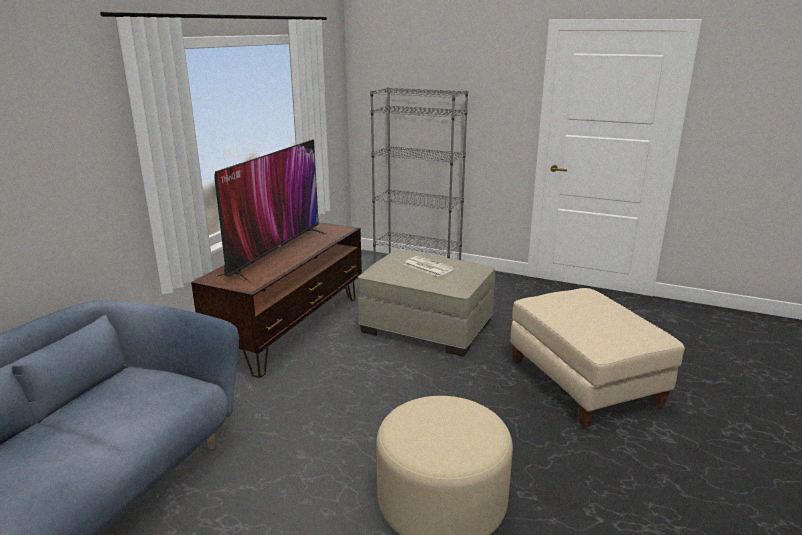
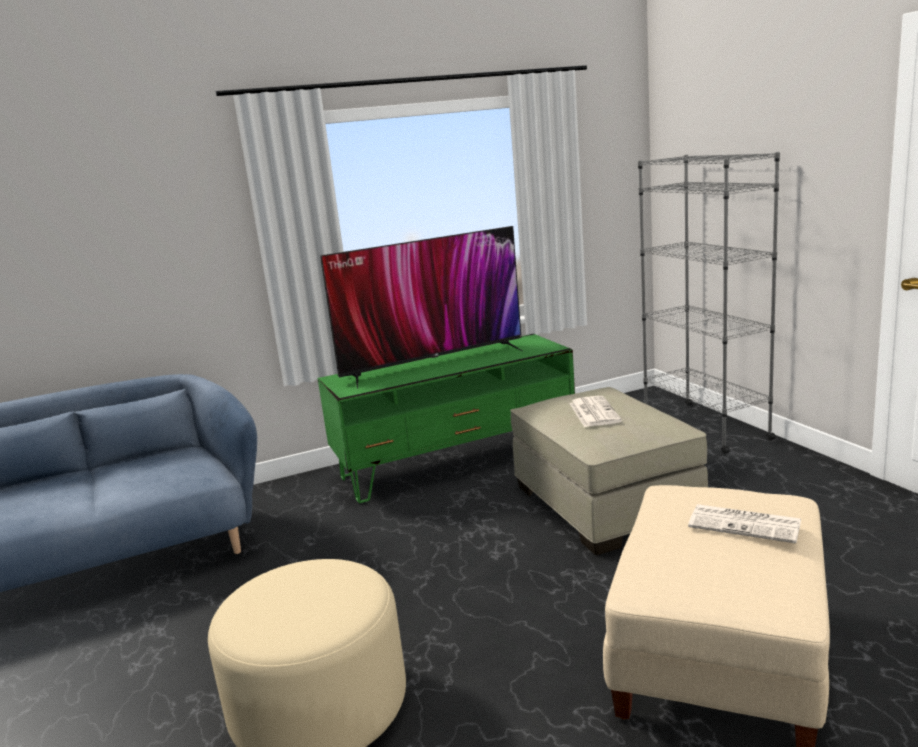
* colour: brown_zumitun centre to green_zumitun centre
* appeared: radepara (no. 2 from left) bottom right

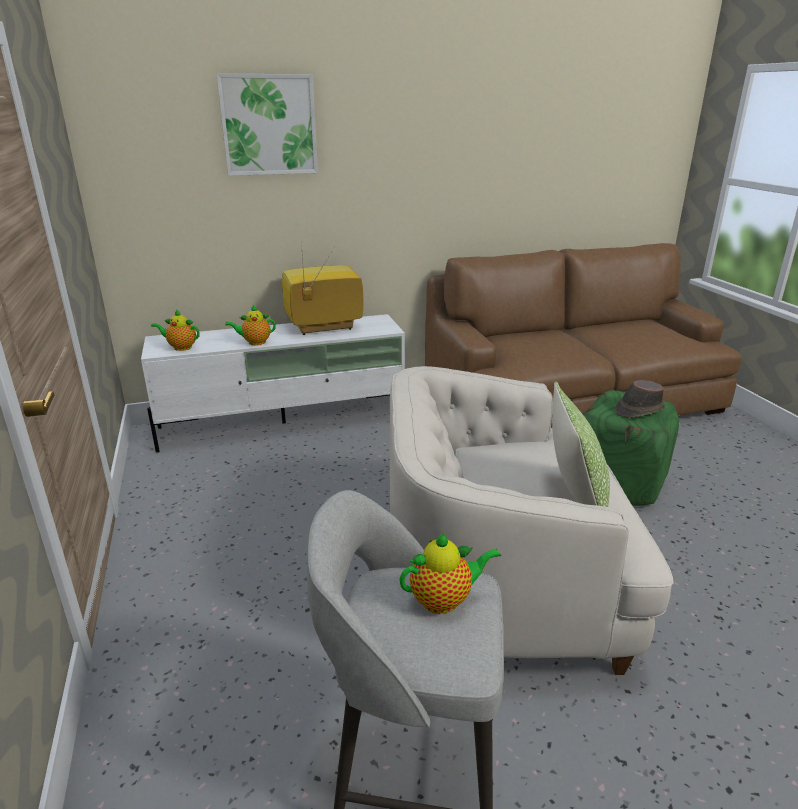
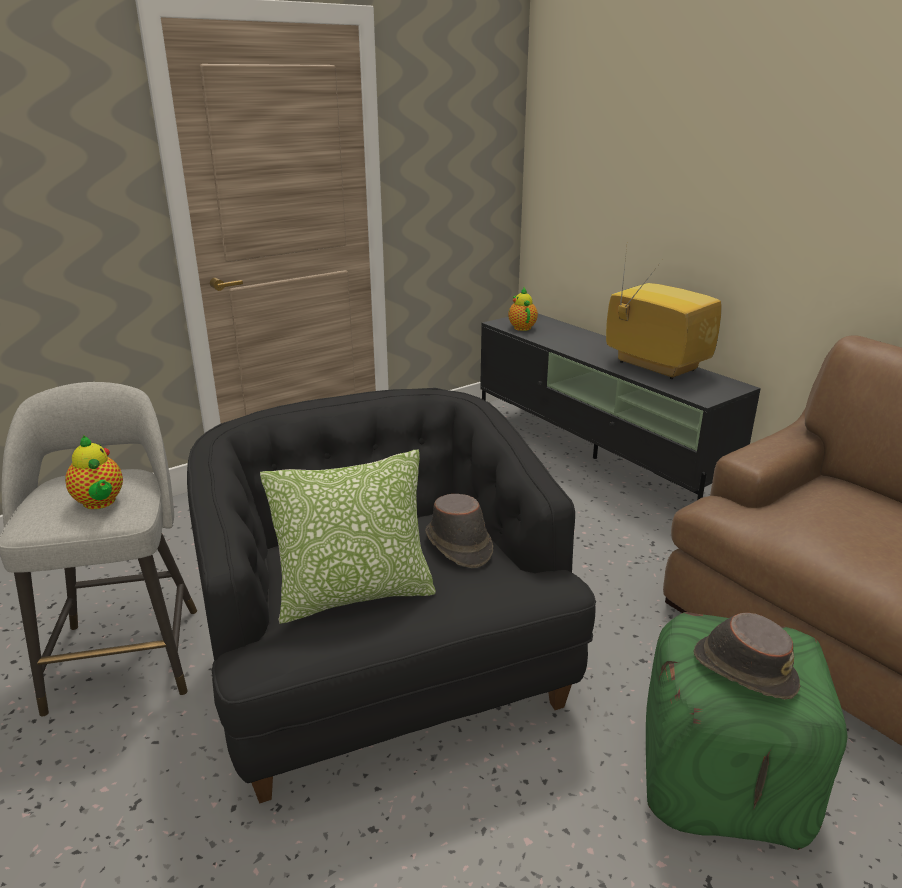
* colour: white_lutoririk middle right to black_lutoririk bottom centre
* appeared: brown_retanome (no. 1 from left) centre
* colour: white_zumitun centre to black_zumitun middle right
* missing: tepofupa top centre
* missing: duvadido (no. 2 from left) middle left

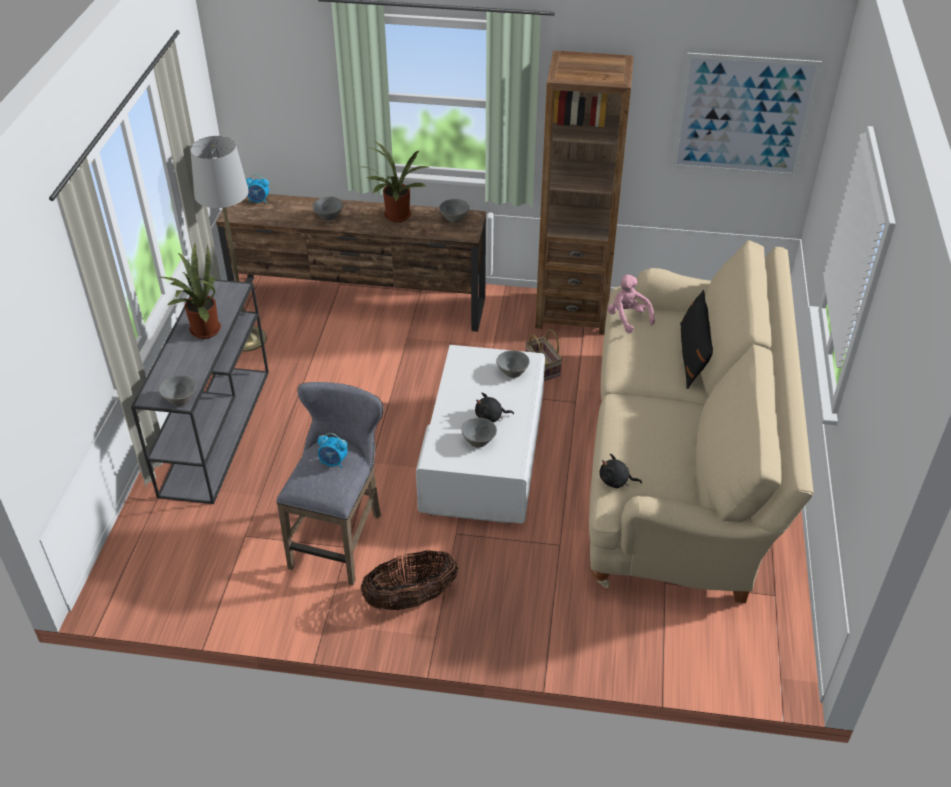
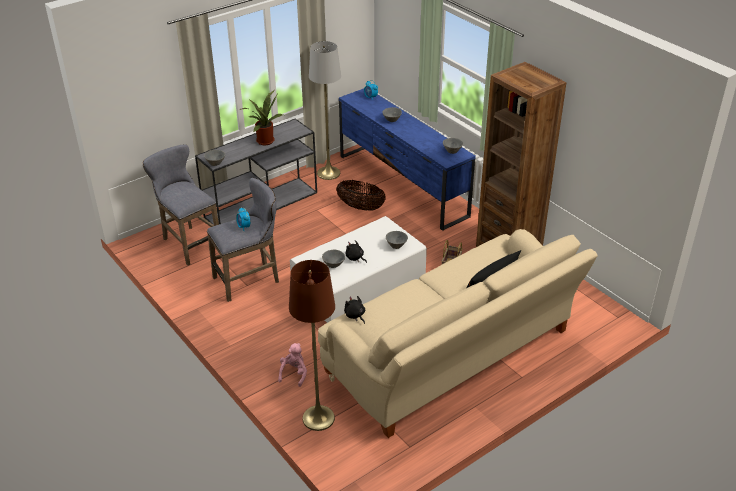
* appeared: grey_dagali (no. 1 from left) middle left
* relocated: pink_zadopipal centre to bottom centre
* appeared: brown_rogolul bottom centre
* relocated: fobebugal (no. 1 from left) bottom centre to centre
* colour: brown_zumitun centre to blue_zumitun top centre
* missing: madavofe (no. 2 from left) top centre
* missing: tepofupa top right

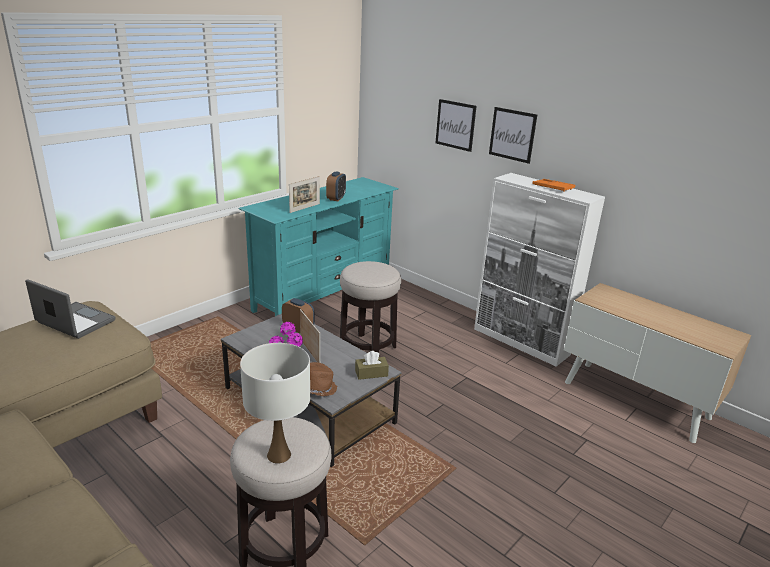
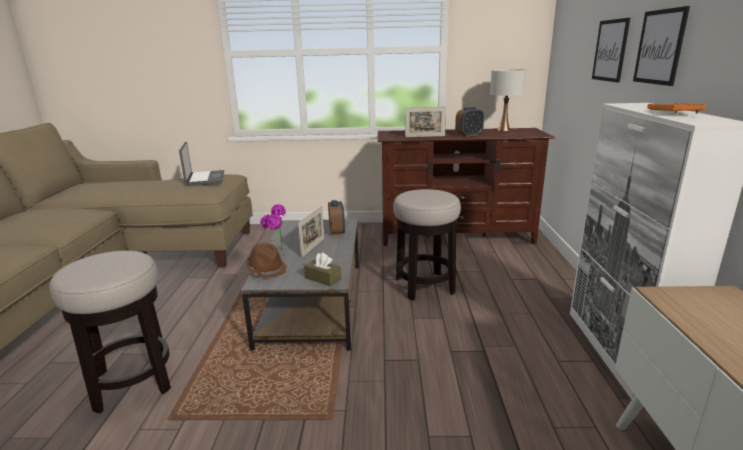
* colour: turquoise_zumitun centre to brown_zumitun centre
* relocated: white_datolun bottom centre to top right

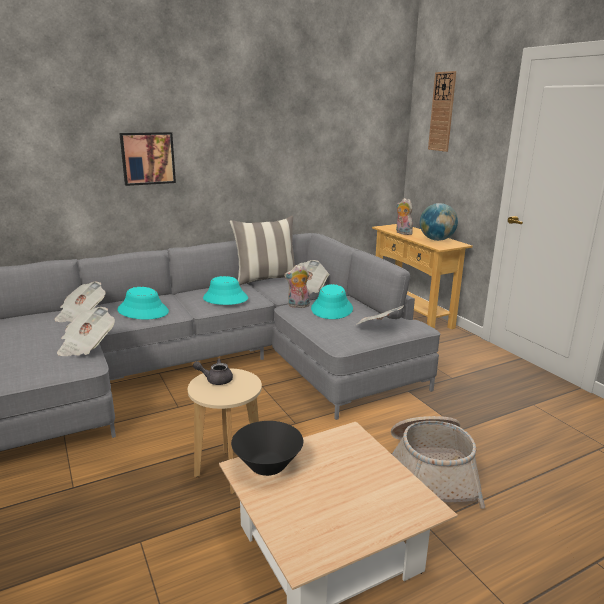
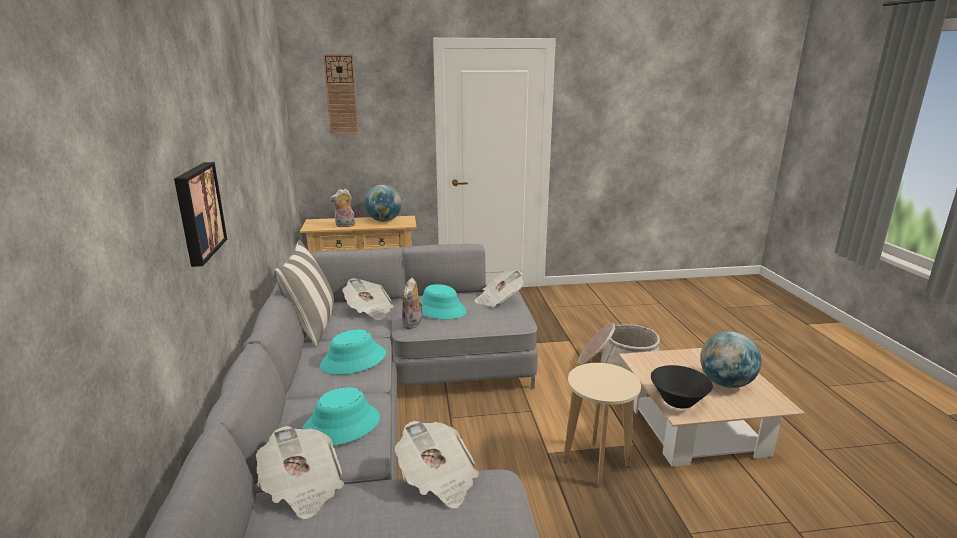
* appeared: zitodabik (no. 2 from left) bottom right
* missing: grey_duvadido centre

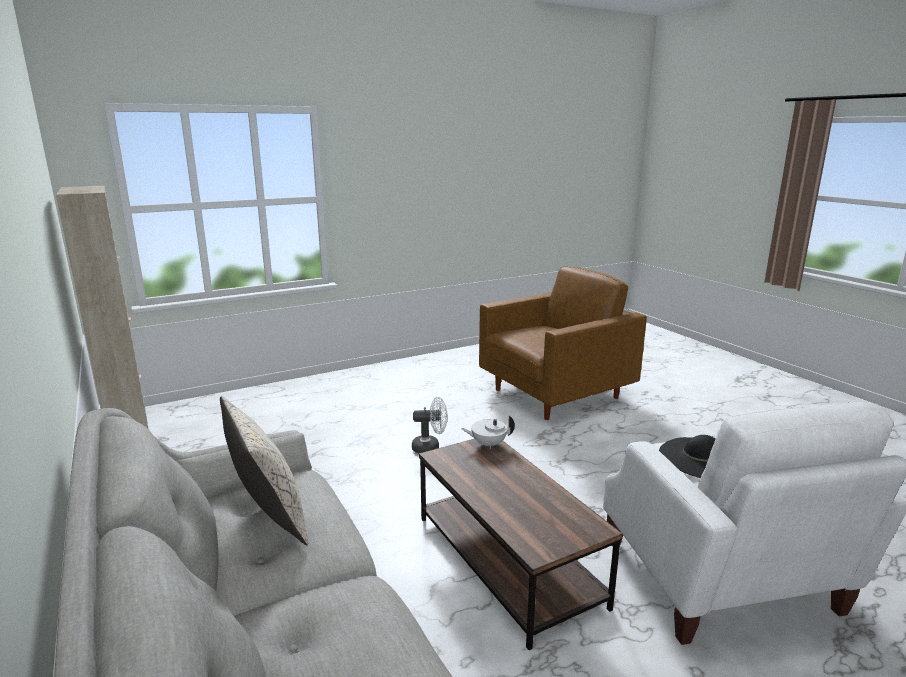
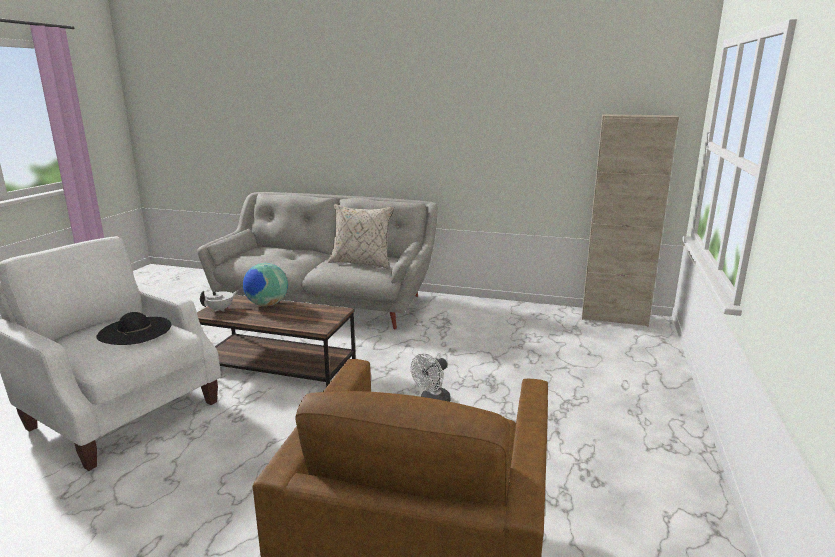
* relocated: white_duvadido centre to middle left
* appeared: zitodabik middle left

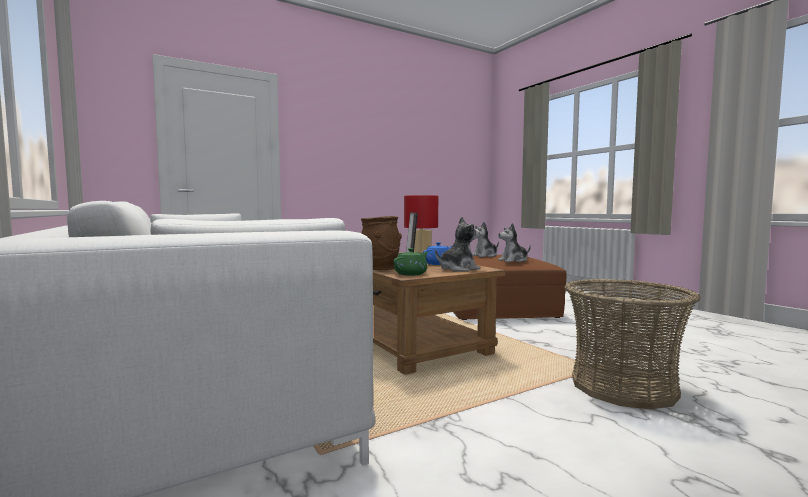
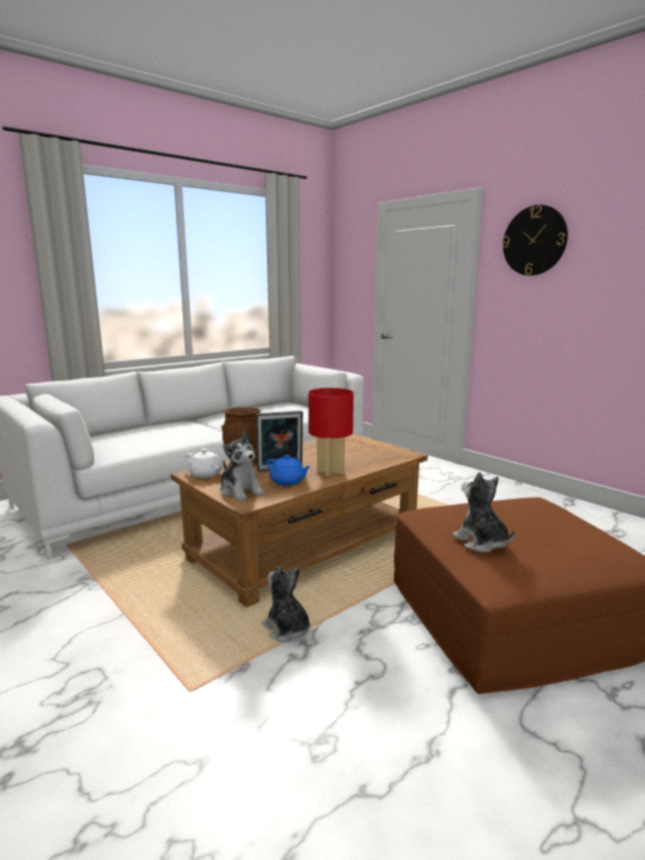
* colour: green_duvadido centre to white_duvadido middle left
* relocated: zadopipal (no. 2 from left) centre to bottom centre
* appeared: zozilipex top right
* missing: fobebugal bottom right

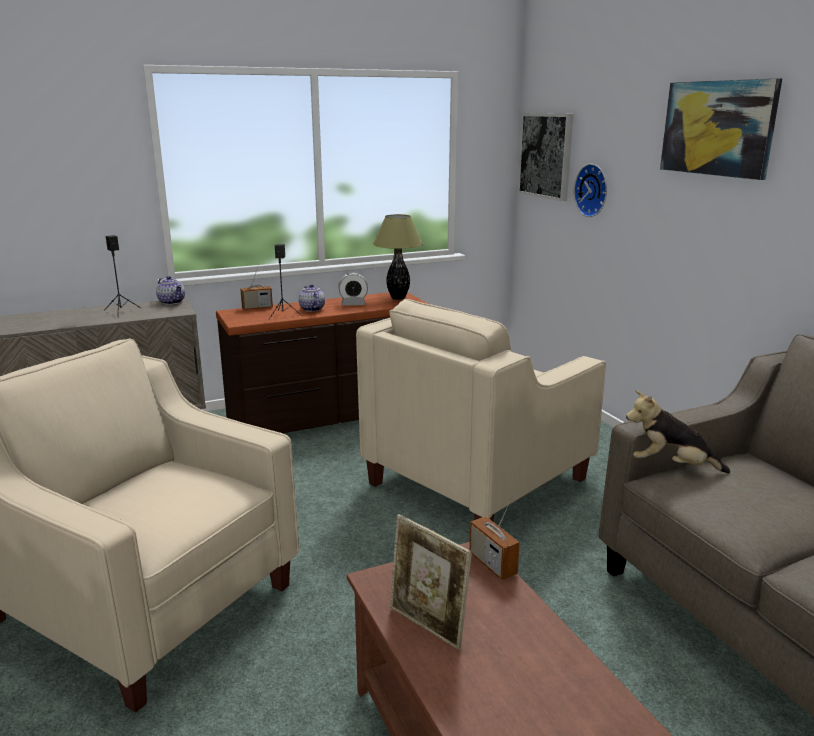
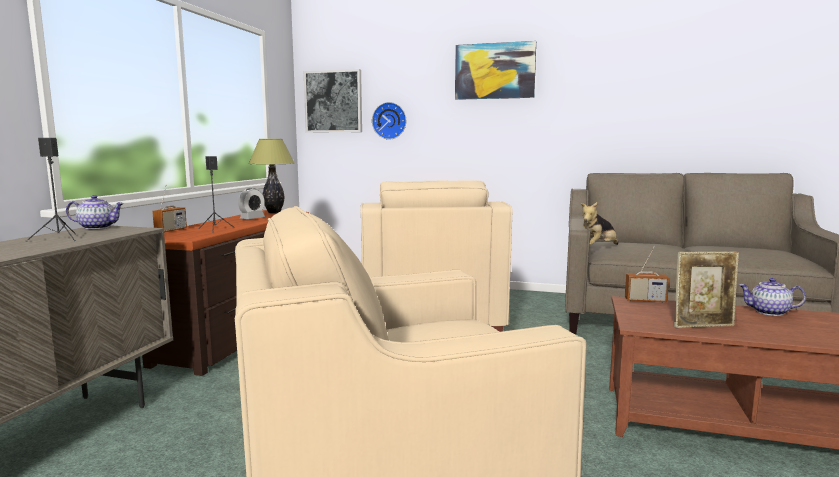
* relocated: duvadido (no. 2 from left) centre to middle right

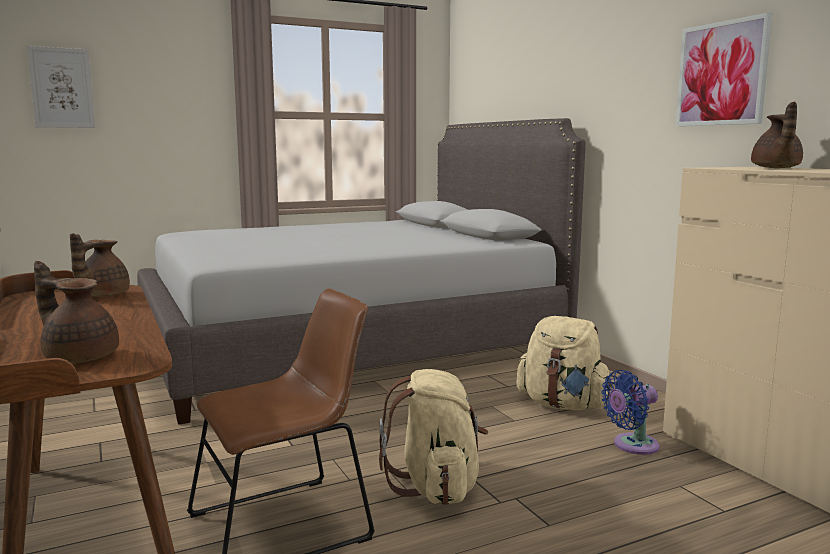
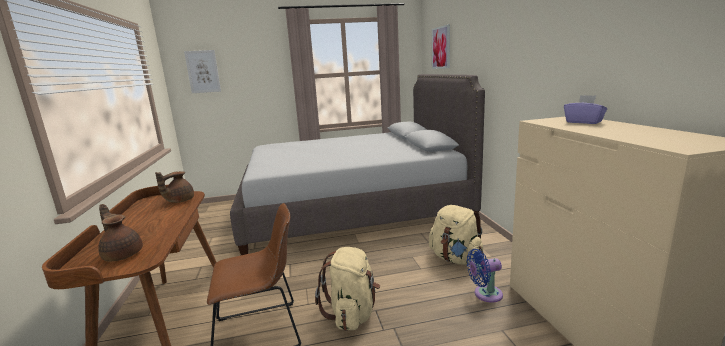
* relocated: tepofupa (no. 2 from left) top right to top centre
* exchanged: brown_duvadido (no. 3 from left) top right to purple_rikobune top right

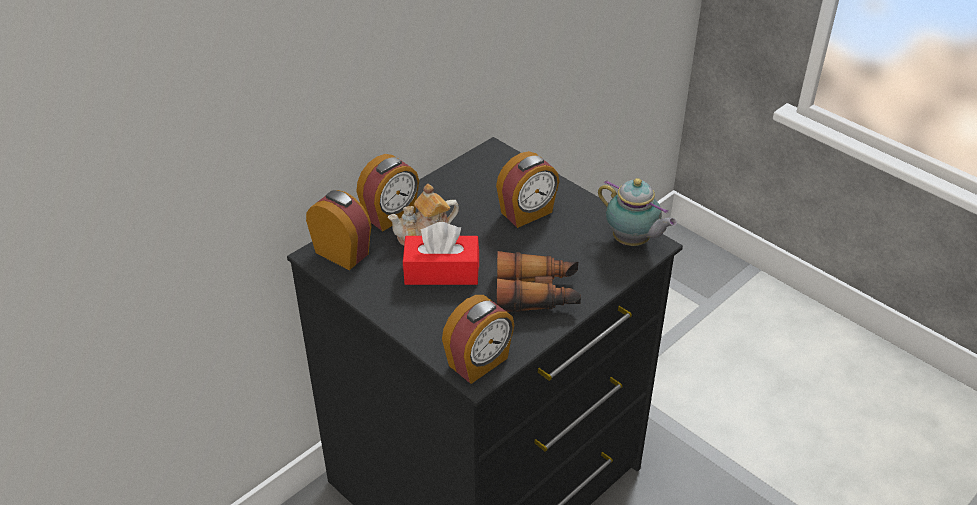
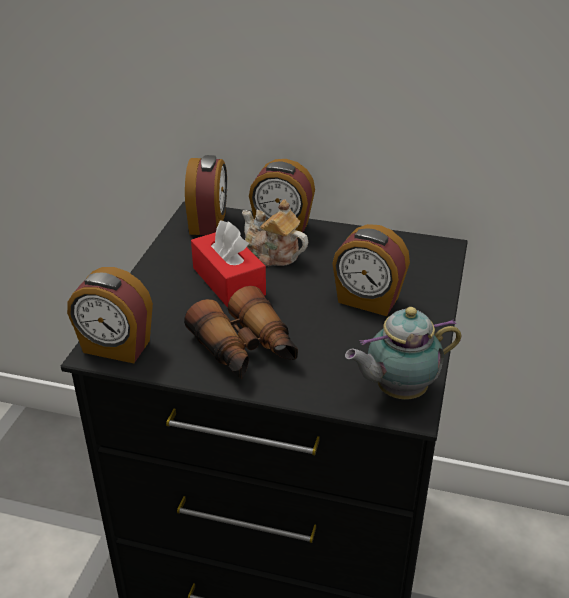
* spun: duvadido (no. 2 from left) centre = middle right 60 degrees clockwise

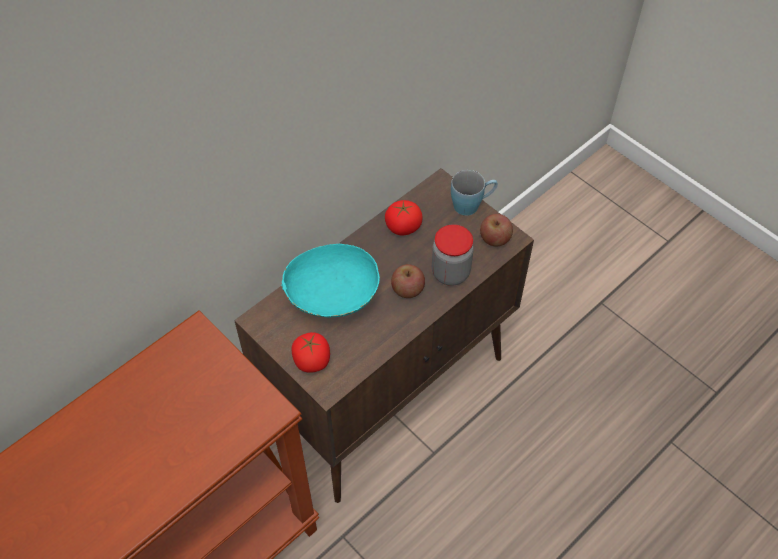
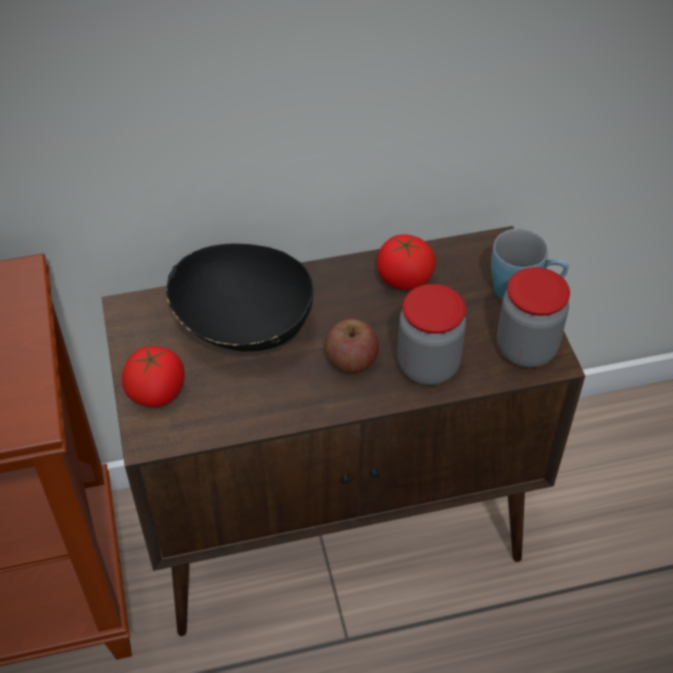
* colour: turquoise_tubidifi centre to black_tubidifi centre
* exchanged: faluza (no. 2 from left) centre to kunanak (no. 2 from left) middle right

